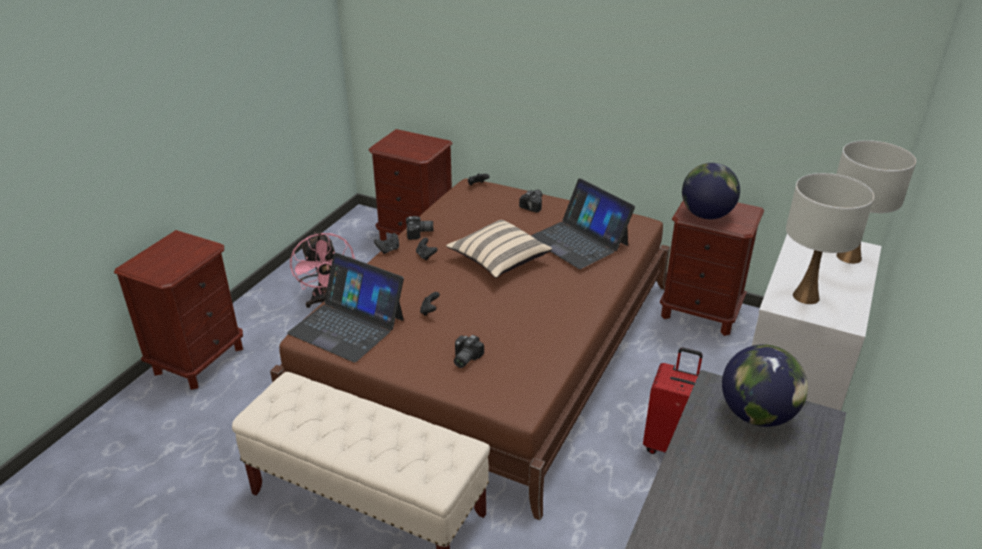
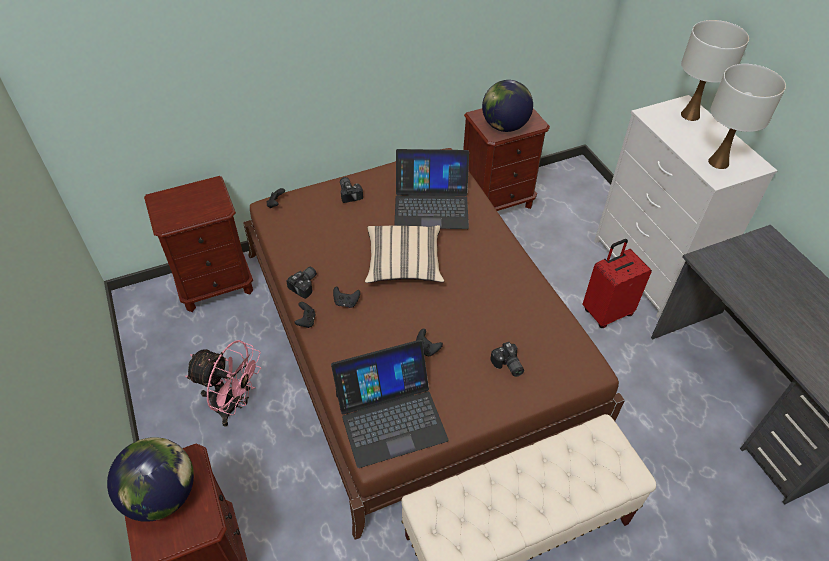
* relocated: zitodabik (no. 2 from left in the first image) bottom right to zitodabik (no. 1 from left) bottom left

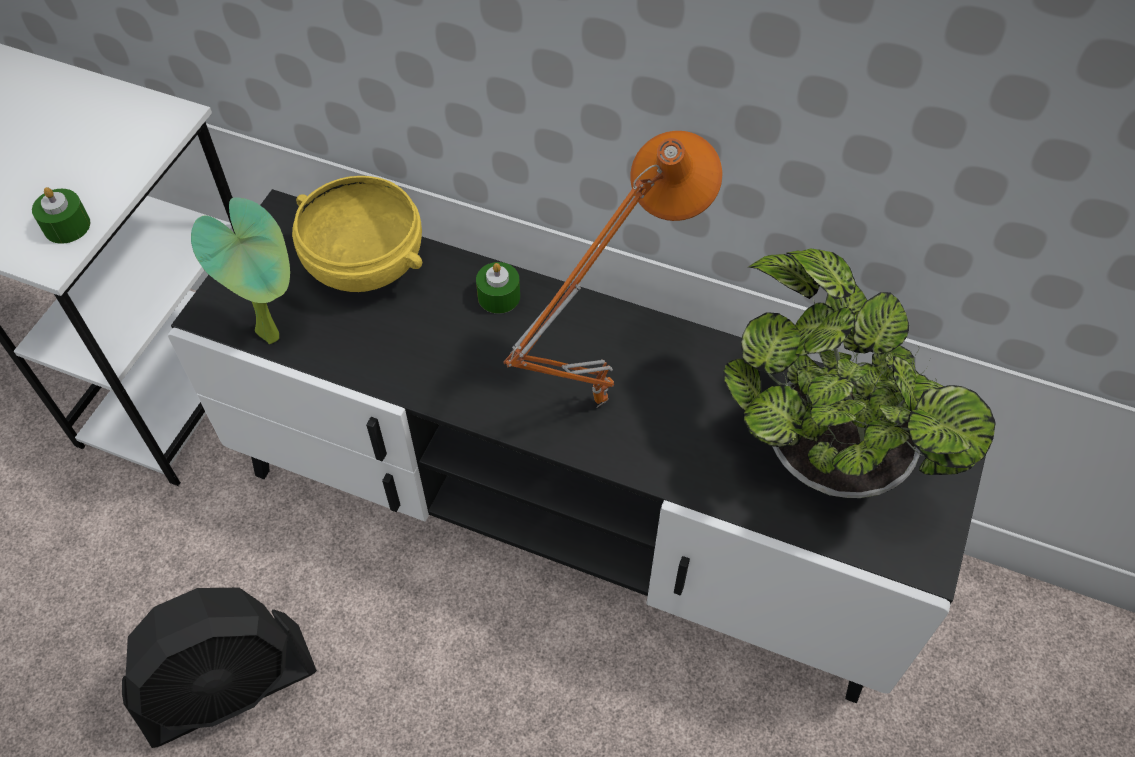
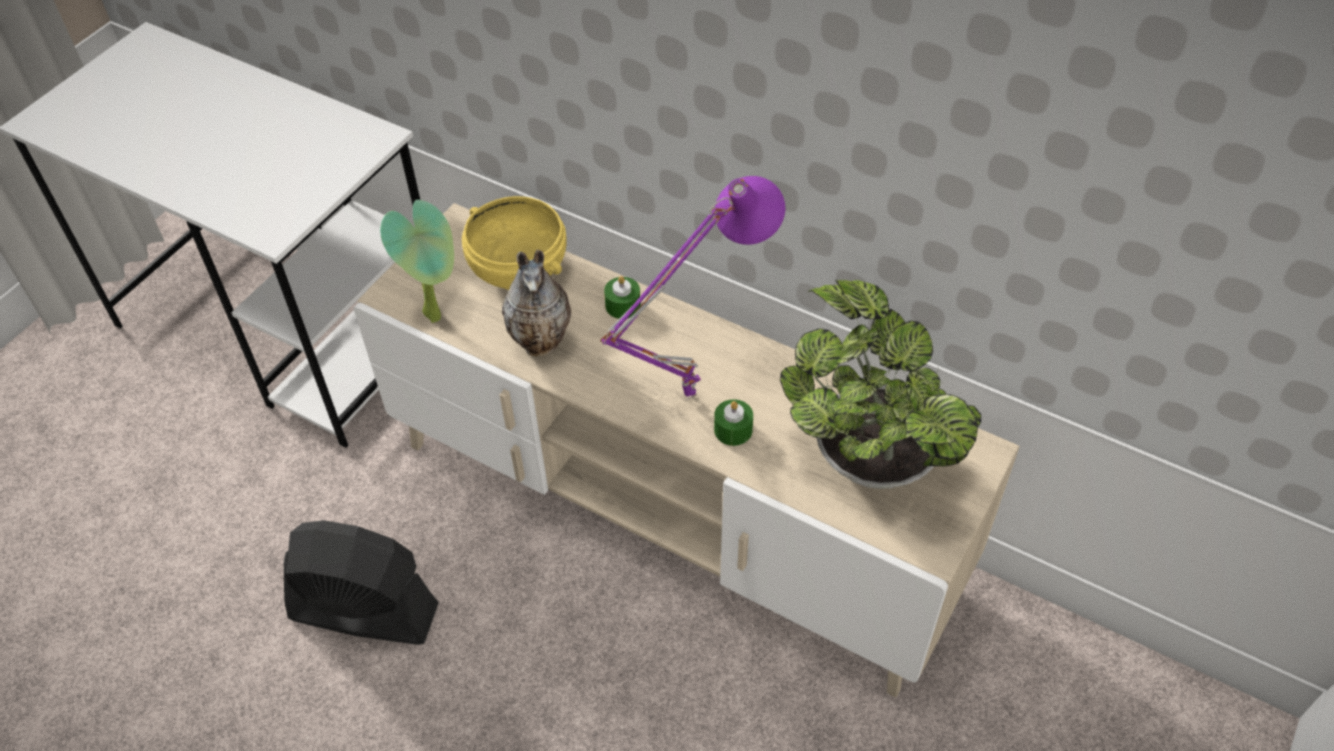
* spun: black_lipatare bottom left = bottom left 150 degrees counterclockwise
* colour: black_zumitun centre to beige_zumitun centre
* appeared: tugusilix centre
* colour: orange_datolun centre to purple_datolun centre
* relocated: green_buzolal (no. 1 from left in the first image) top left to green_buzolal (no. 2 from left) centre

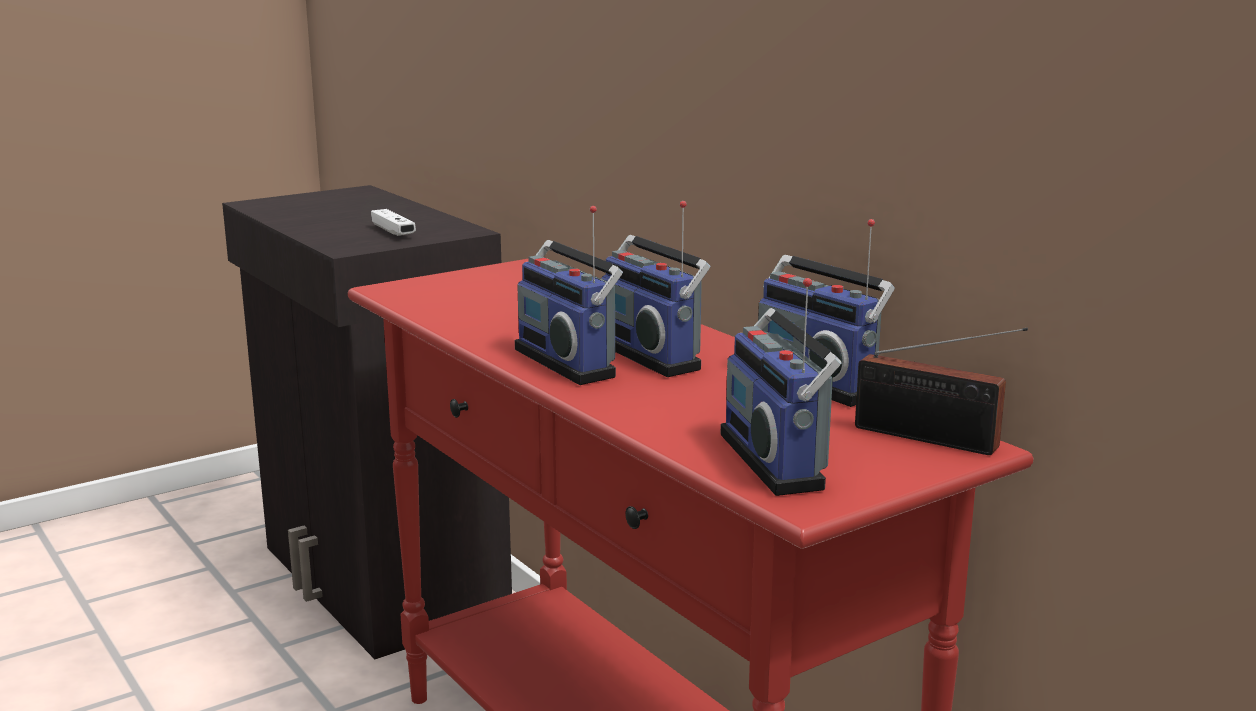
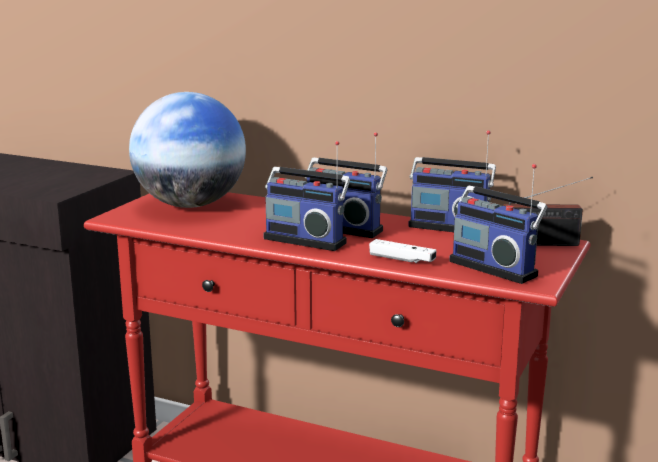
* appeared: zitodabik top left
* relocated: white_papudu top left to centre

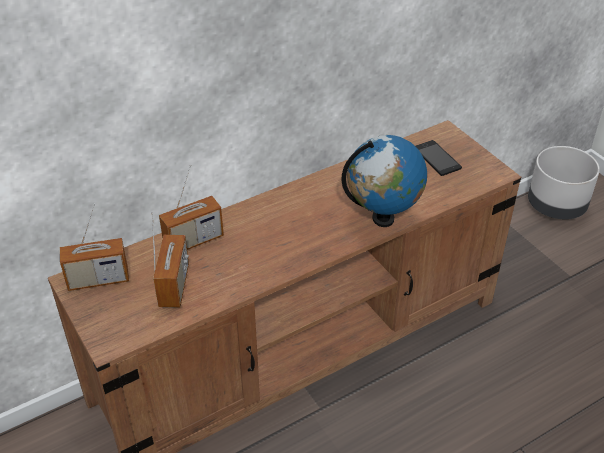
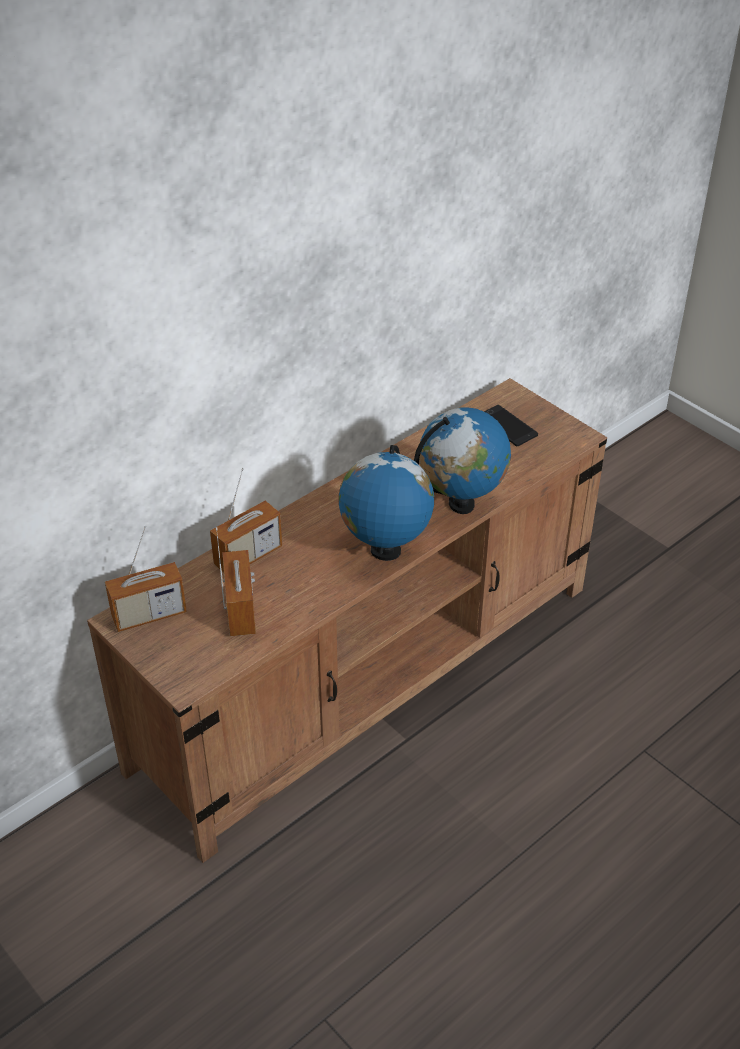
* appeared: zitodabik (no. 1 from left) centre
* missing: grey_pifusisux middle right

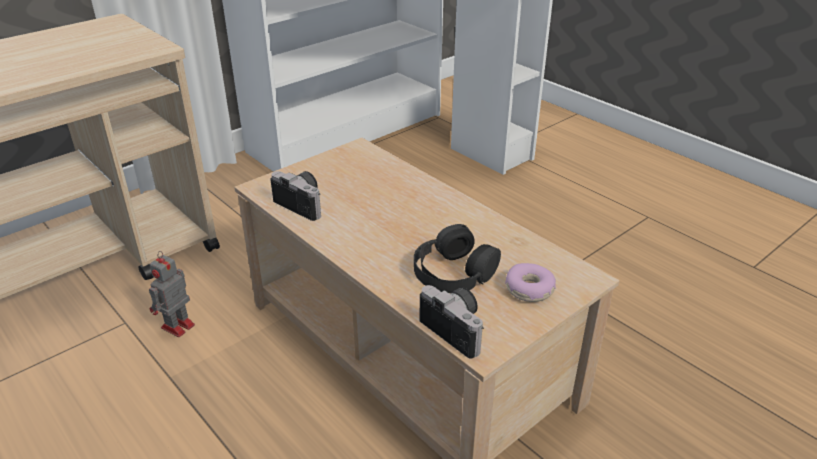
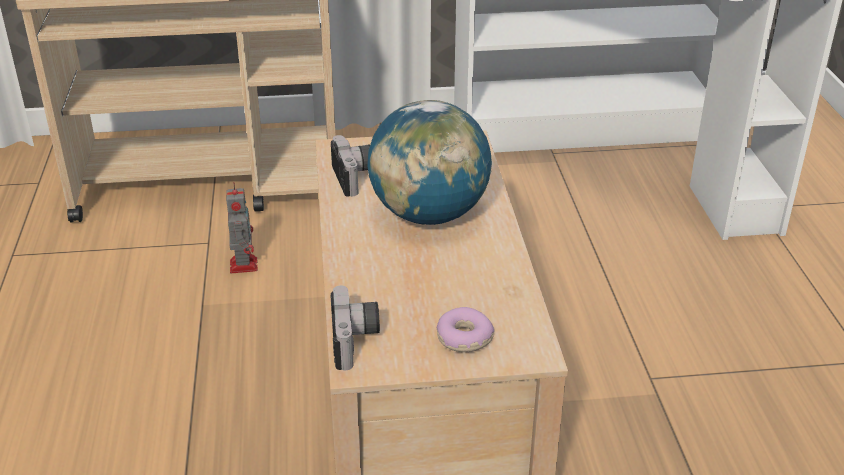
* spun: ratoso middle left = middle left 105 degrees clockwise
* appeared: zitodabik centre
* missing: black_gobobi centre

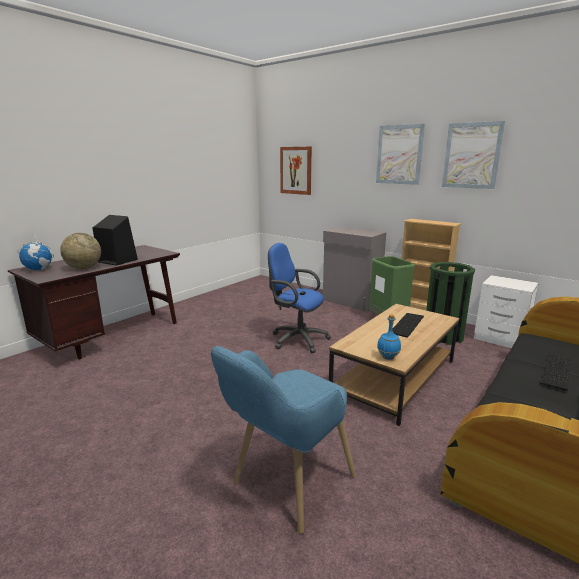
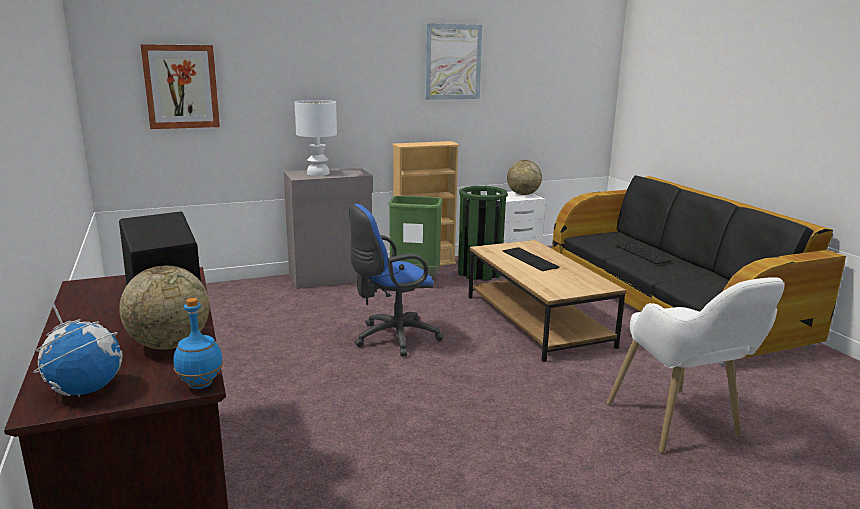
* relocated: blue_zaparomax middle right to bottom left
* appeared: white_datolun top centre
* appeared: zitodabik (no. 3 from left) centre
* colour: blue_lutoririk bottom centre to white_lutoririk bottom right
* missing: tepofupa (no. 2 from left) top right

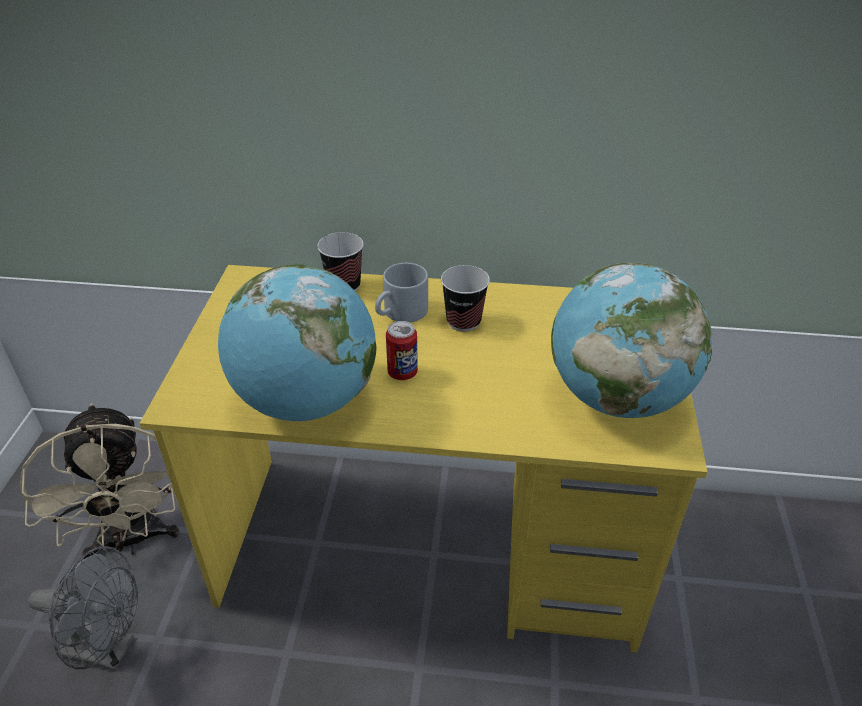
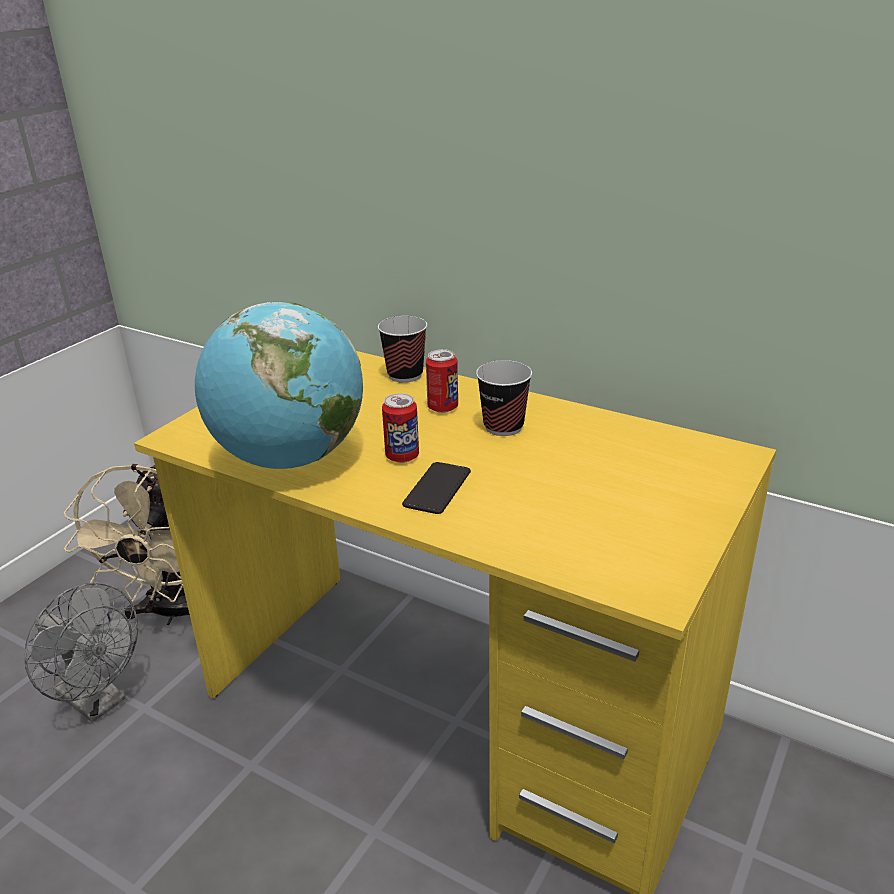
* appeared: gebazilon centre
* exchanged: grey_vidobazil centre to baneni (no. 2 from left) centre
* missing: zitodabik (no. 2 from left) middle right

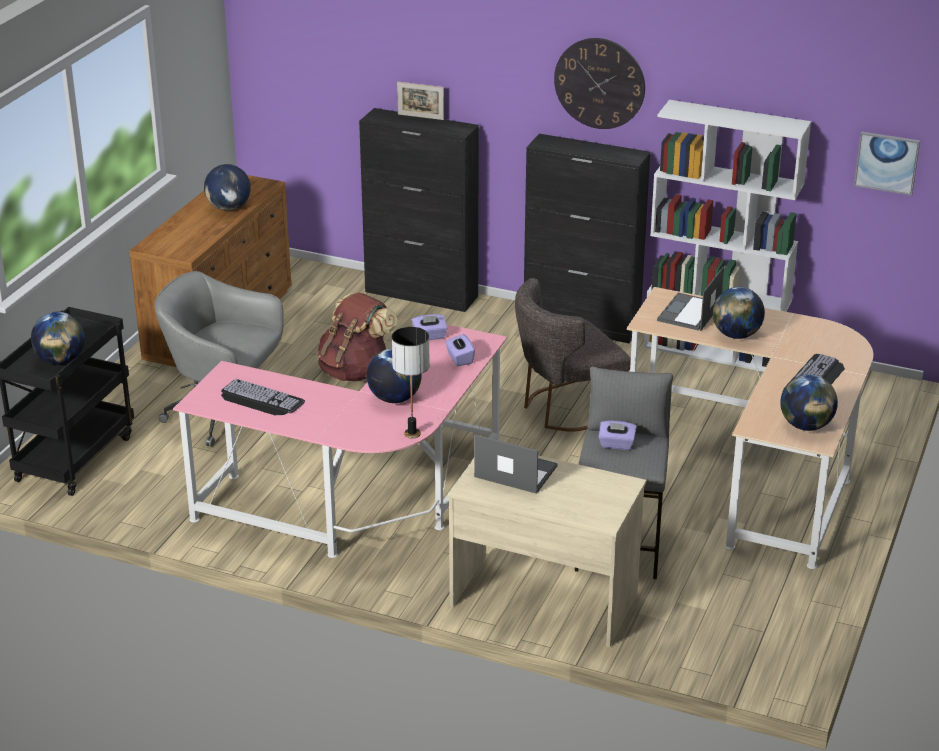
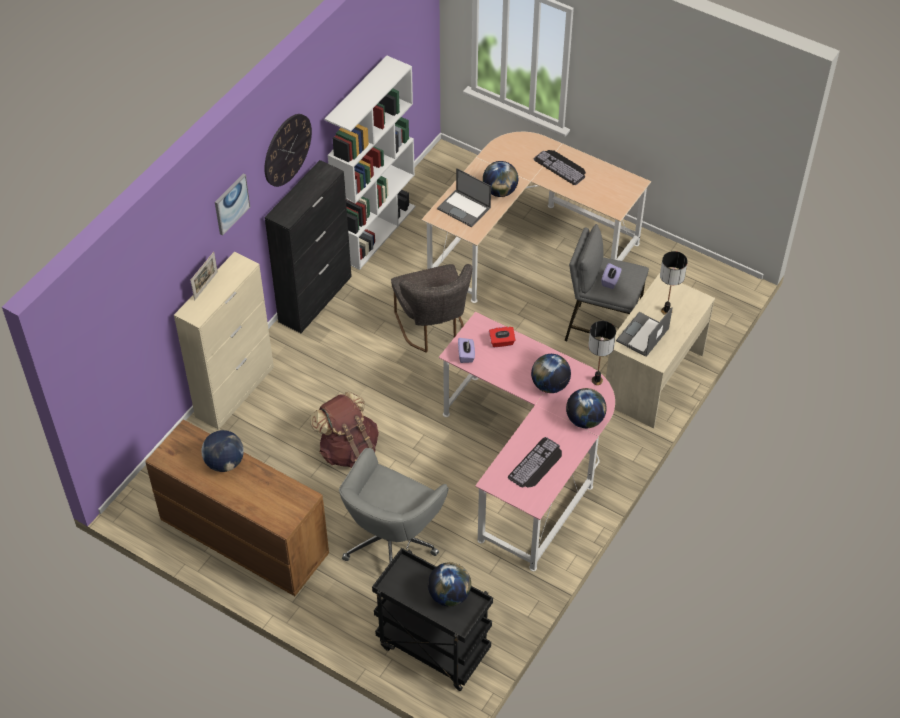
* colour: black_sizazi (no. 1 from left) top centre to beige_sizazi middle left
* relocated: tepofupa top right to top left
* colour: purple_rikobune (no. 2 from left) centre to red_rikobune centre
* relocated: zitodabik (no. 5 from left) middle right to centre
* appeared: datolun (no. 2 from left) middle right

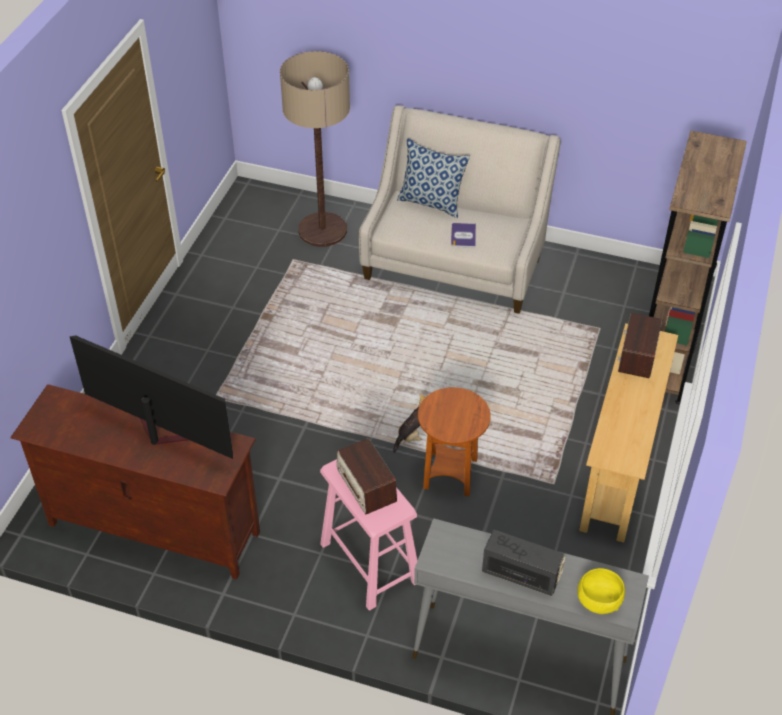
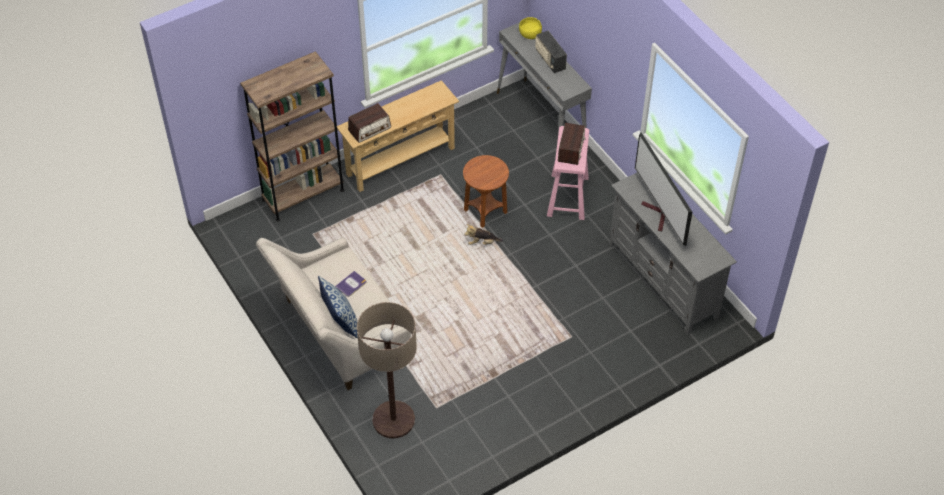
* colour: brown_zumitun bottom left to grey_zumitun middle right

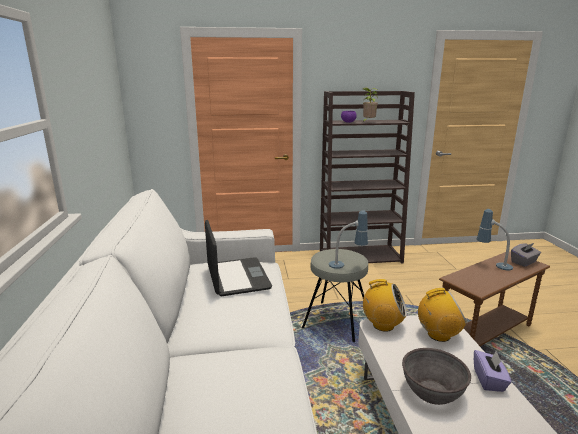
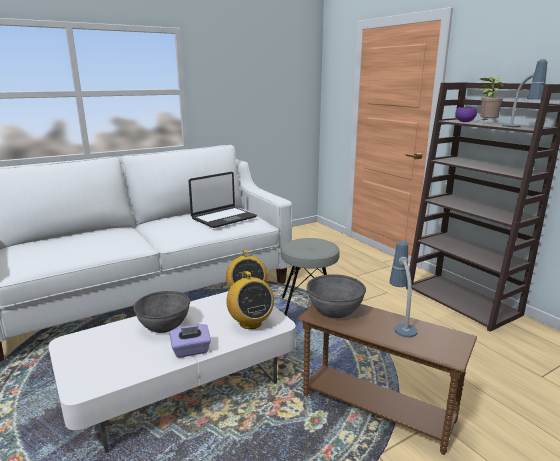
* appeared: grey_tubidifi (no. 2 from left) centre
* relocated: datolun (no. 1 from left in the first image) centre to datolun (no. 2 from left) top right
* missing: grey_rikobune middle right

